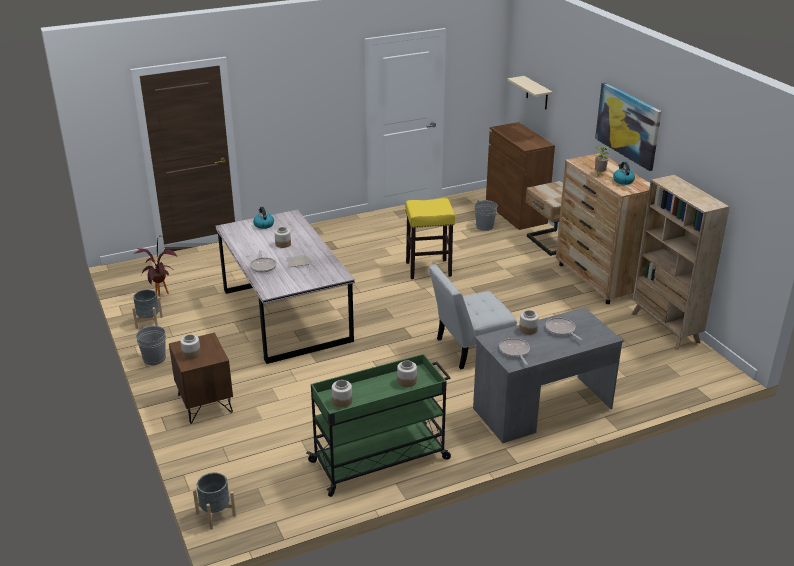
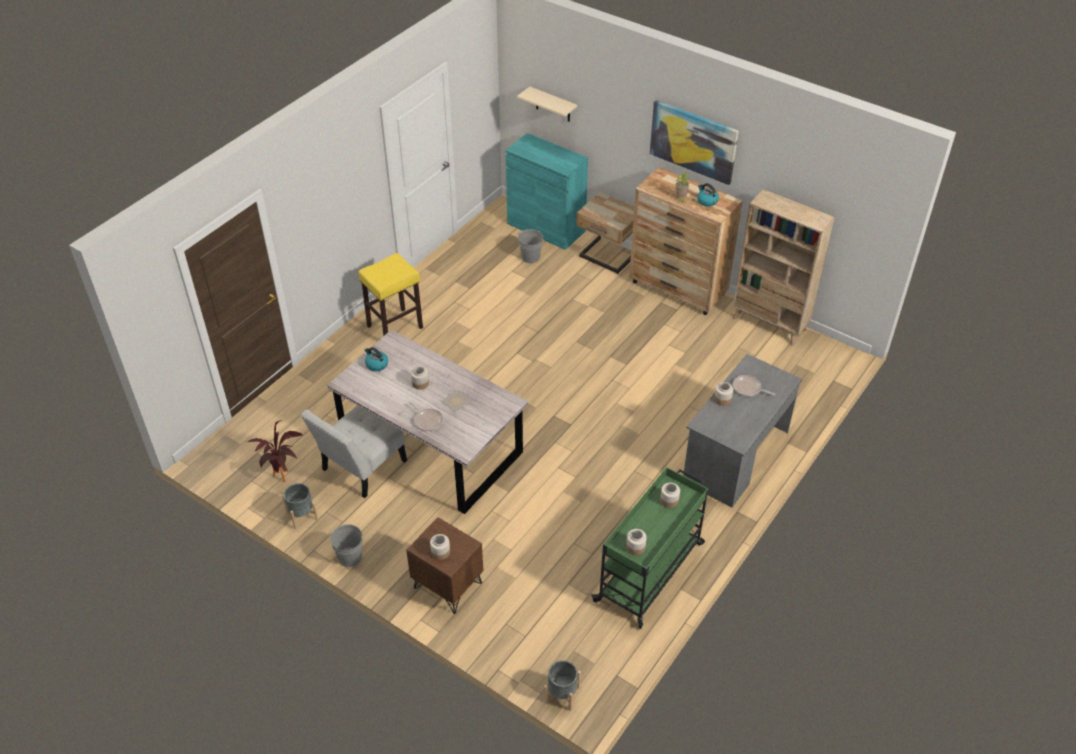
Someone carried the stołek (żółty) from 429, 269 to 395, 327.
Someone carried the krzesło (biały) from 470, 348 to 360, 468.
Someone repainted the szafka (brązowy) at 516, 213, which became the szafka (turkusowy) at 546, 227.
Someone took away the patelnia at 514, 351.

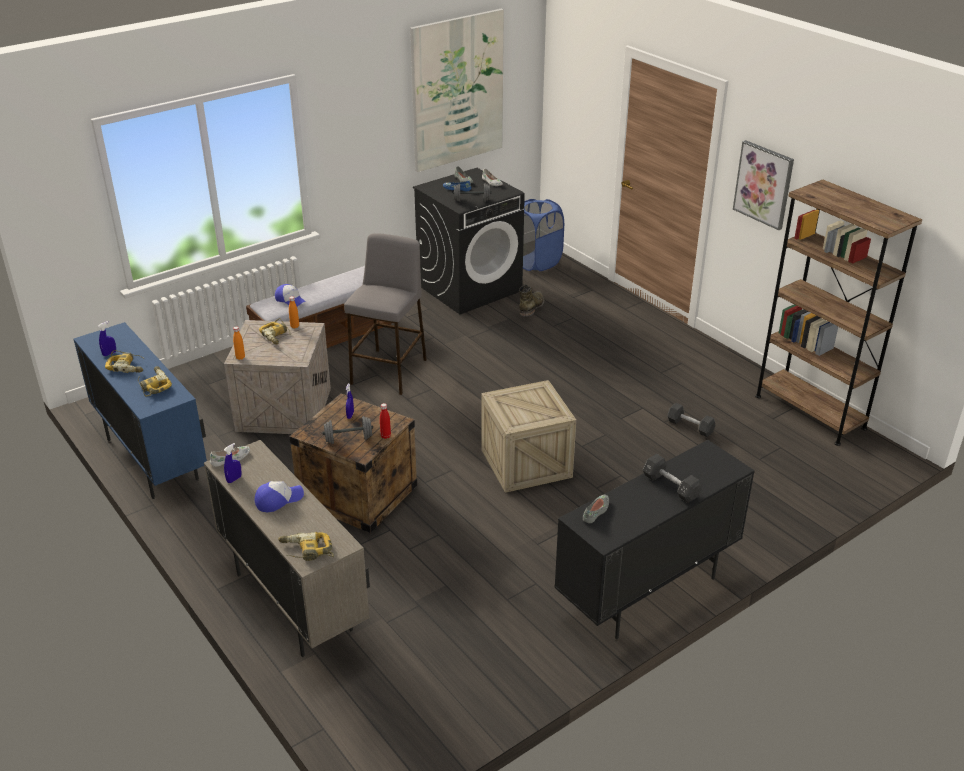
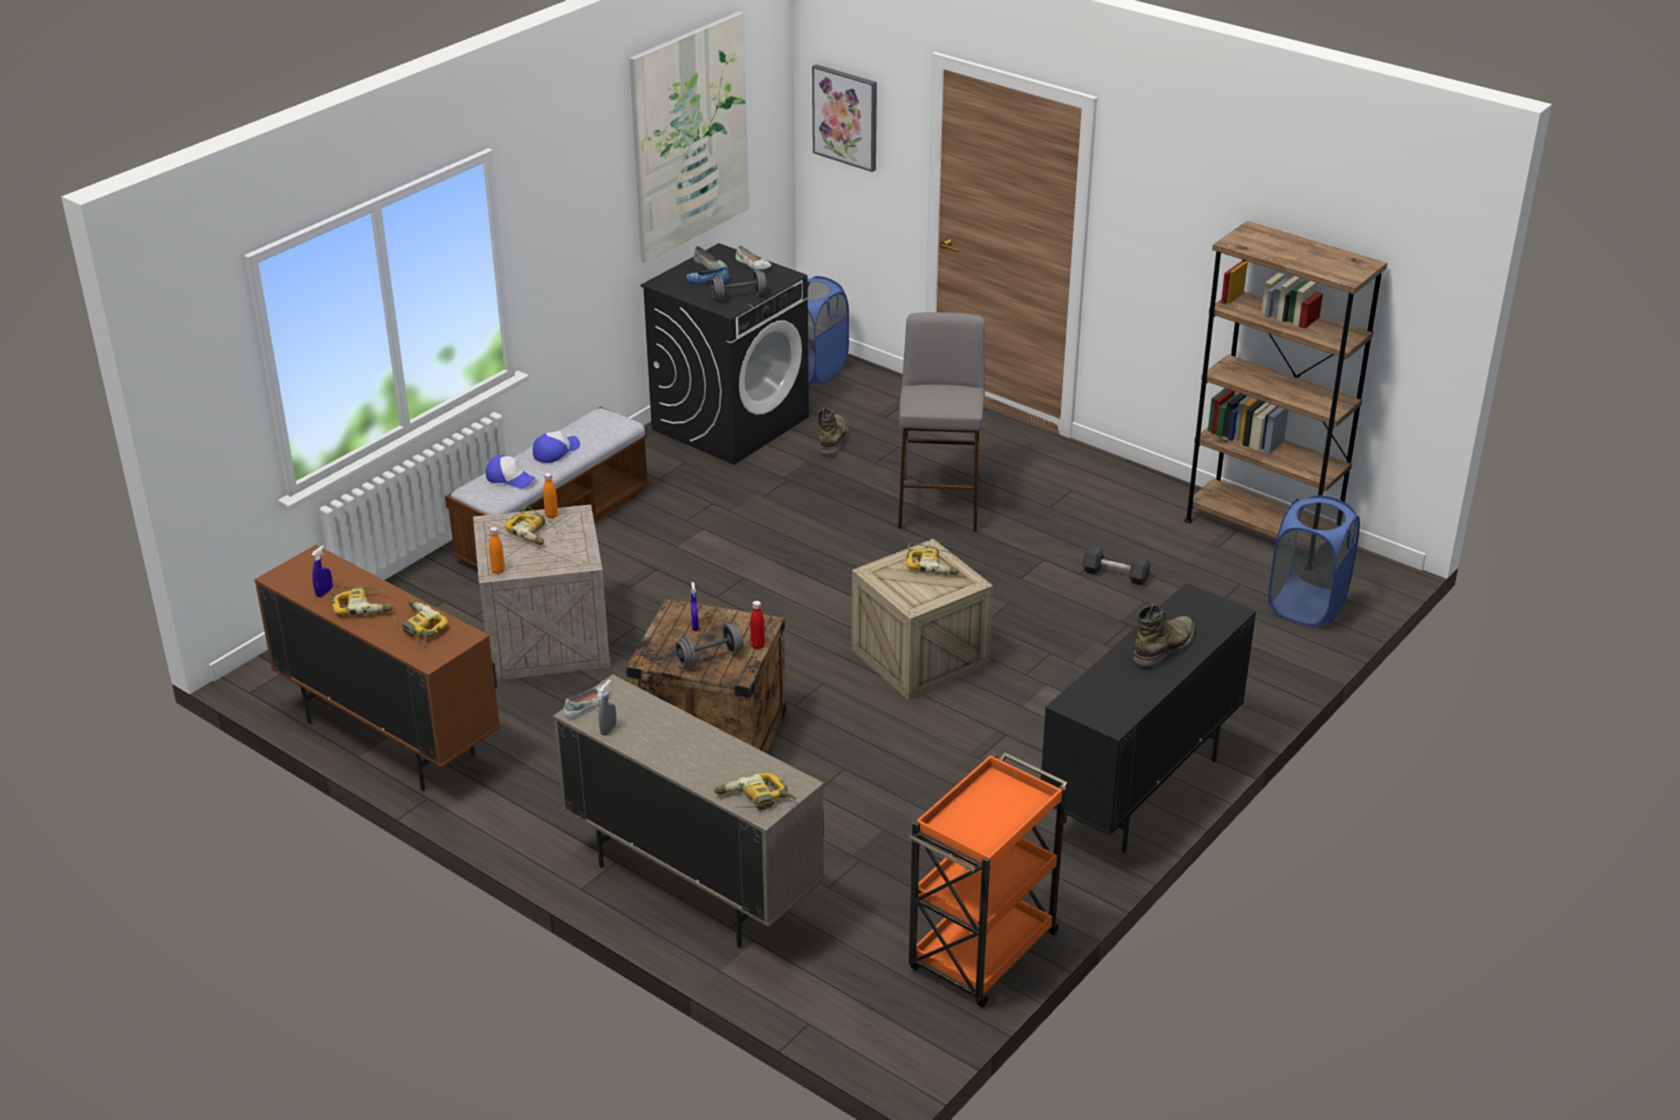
Someone repainted the szafka (niebieski) at 152, 459, which became the szafka (brązowy) at 389, 738.
Someone repainted the spryskiwacz (niebieski) at 234, 479, which became the spryskiwacz (szary) at 608, 729.
Someone carried the czapka z daszkiem from 278, 499 to 556, 451.
Someone carried the stołek (szary) from 389, 371 to 939, 504.
Someone took away the but (szary) at 596, 511.
Someone swapped the hantel (czarny) at 670, 486 for the but z cholewką (zielony) at 1164, 647.
Someone carried the obraz from 763, 184 to 846, 117.
Someone put down the wiertarka at 932, 565.
Someone put down the wózek (pomarańczowy) at 982, 953.
Someone put down the kosz na pranie (niebieski) at 1306, 605.

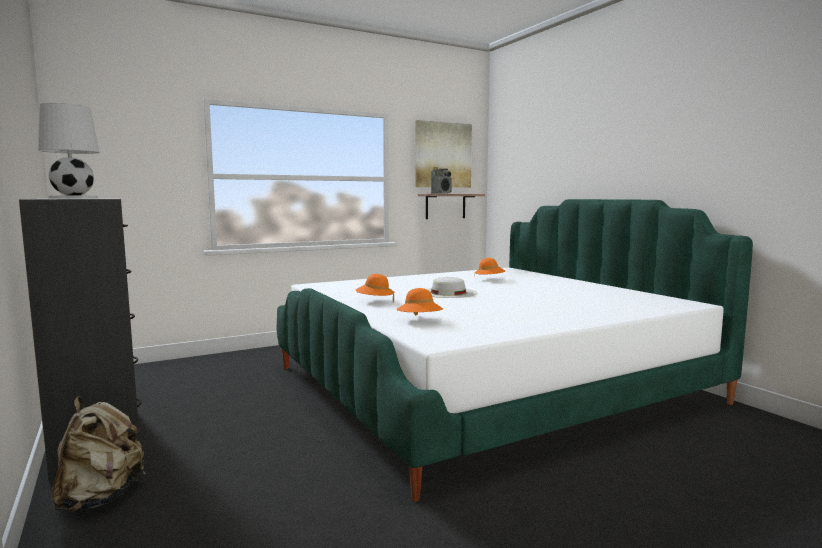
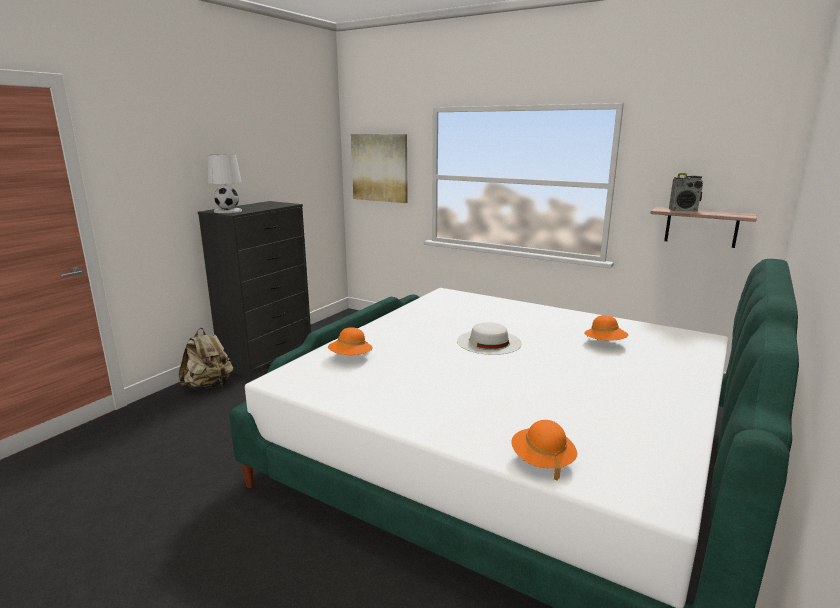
Someone carried the kapelusz (pomarańczowy) from 375, 301 to 542, 461.
Someone carried the obraz from 443, 155 to 380, 168.

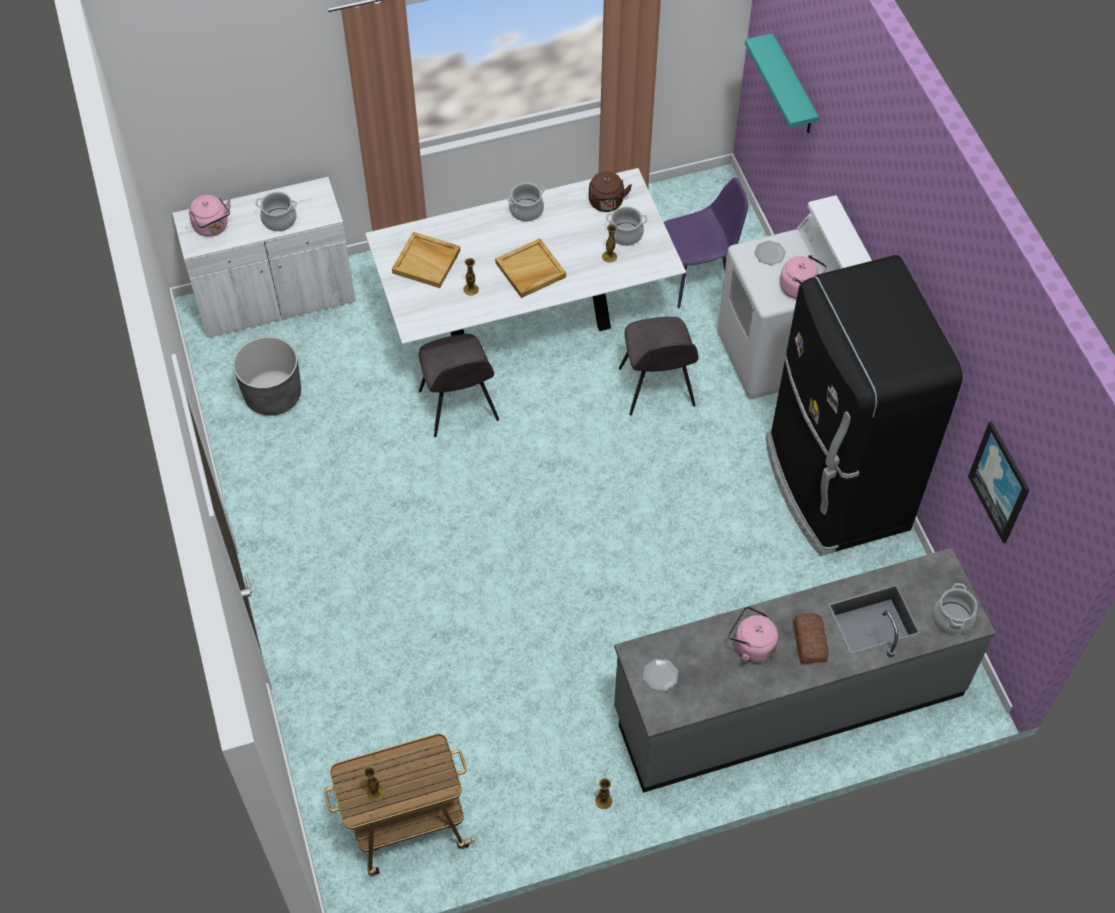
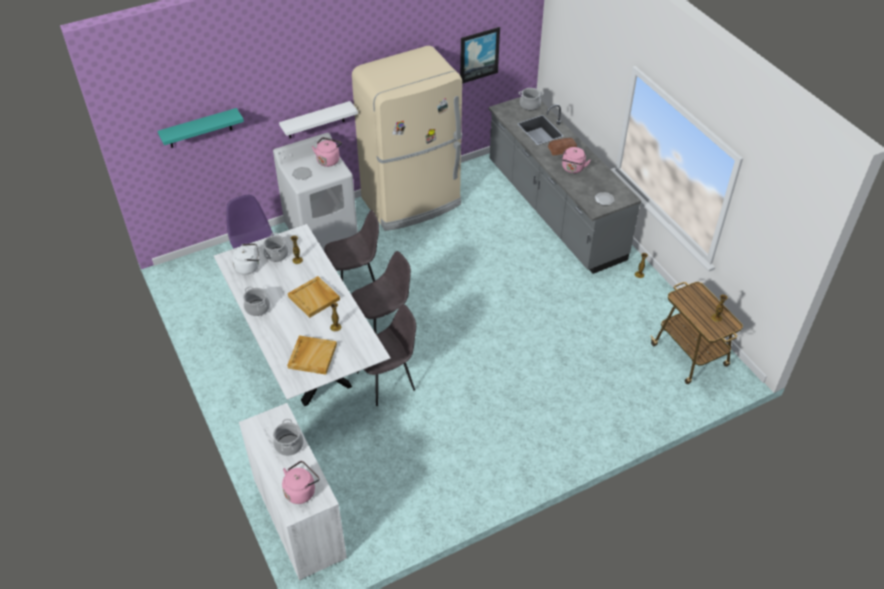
Someone took away the donica (szary) at 273, 395.
Someone repainted the czajnik (brązowy) at 606, 204, which became the czajnik (biały) at 248, 267.
Someone repainted the lodówka (czarny) at 834, 486, which became the lodówka (beżowy) at 412, 202.
Someone put down the krzesło (szary) at 383, 327.

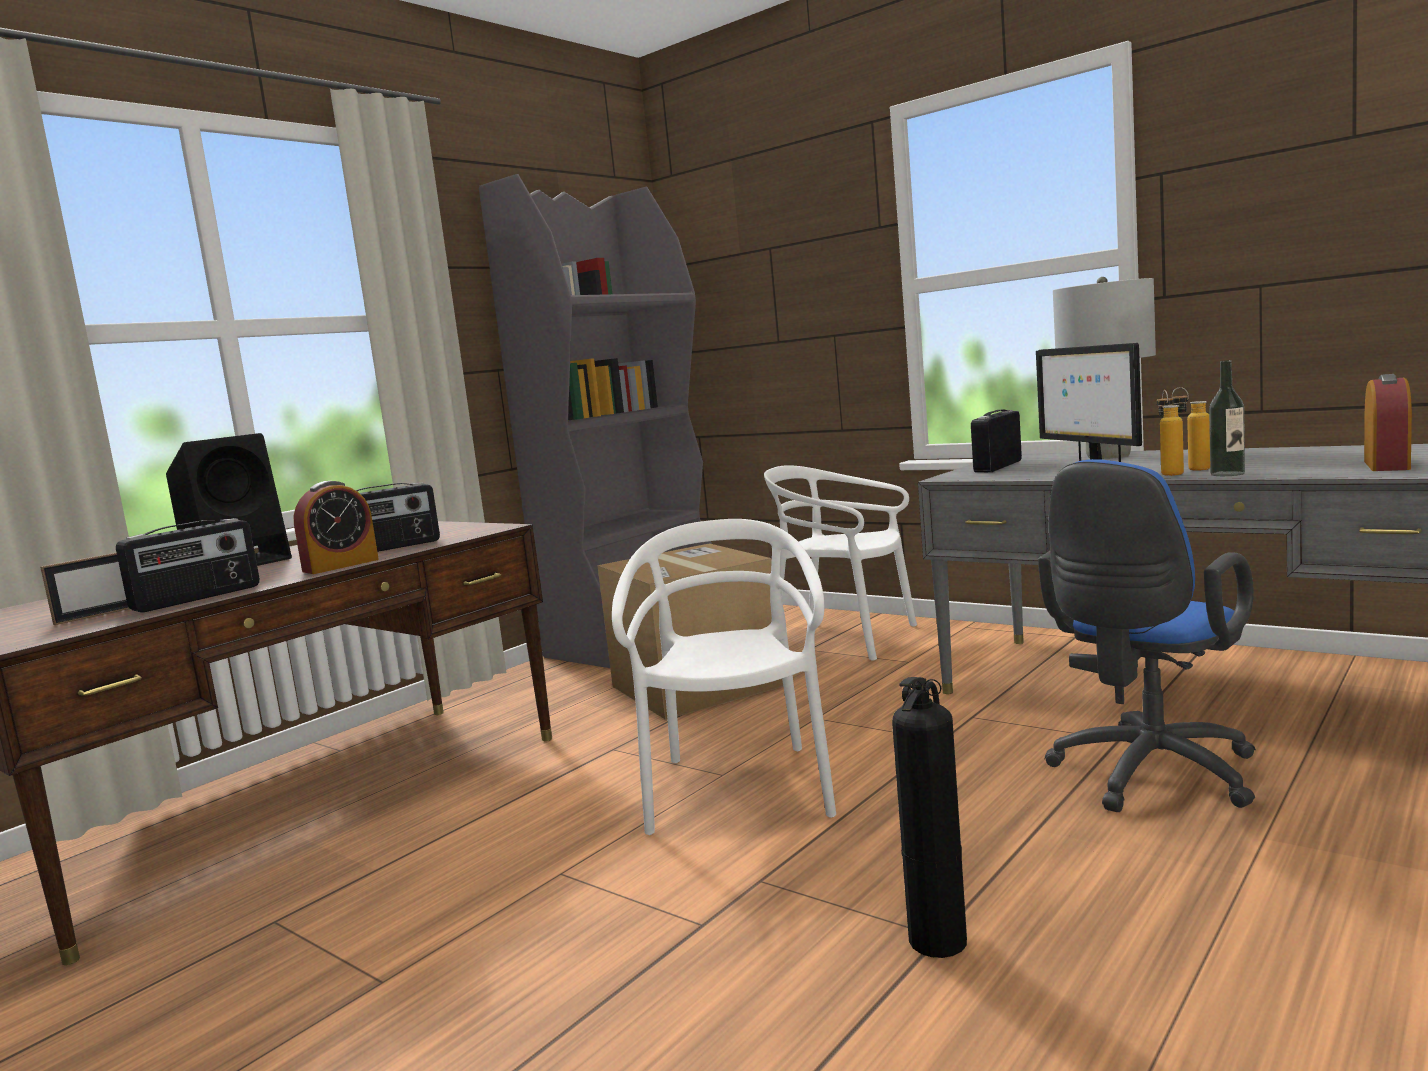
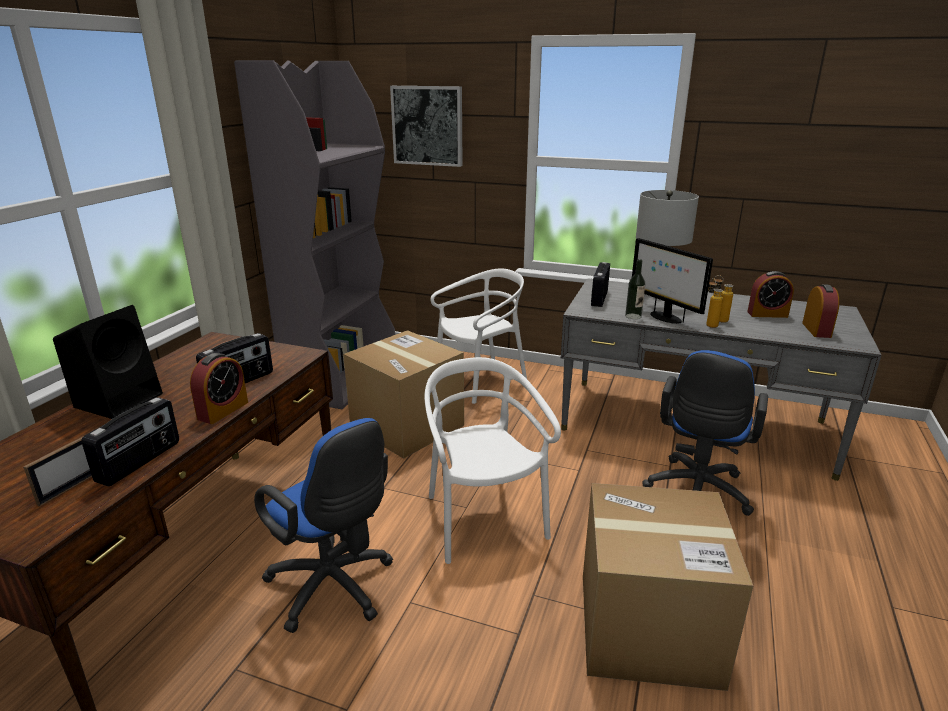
Someone rotated the krzesło (biały) at 844, 639 by 135 degrees clockwise.
Someone swapped the gaśnica at 939, 939 for the karton at 647, 628.
Someone carried the butelka from 1227, 474 to 633, 316.
Someone put down the krzesło biurowe (niebieski) at 335, 589.
Someone put up the obraz at 427, 126.
Someone put down the budzik at 767, 314.

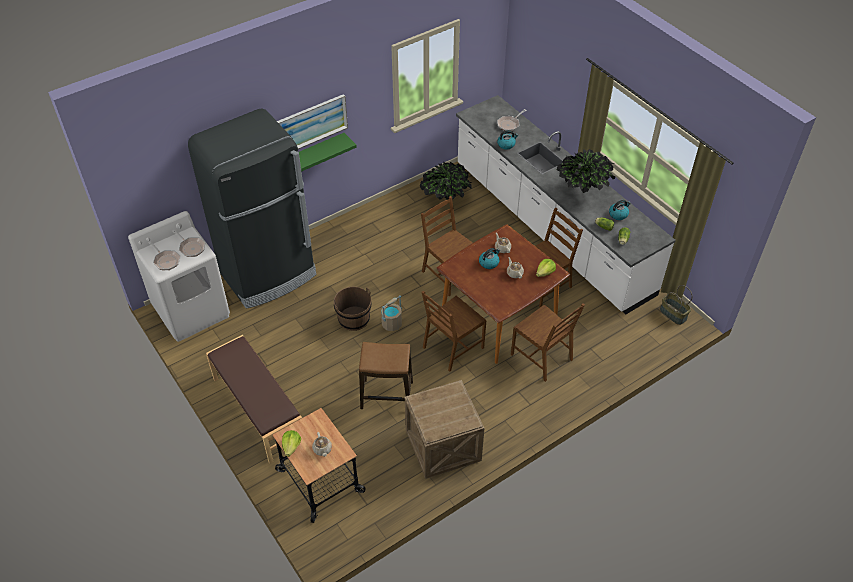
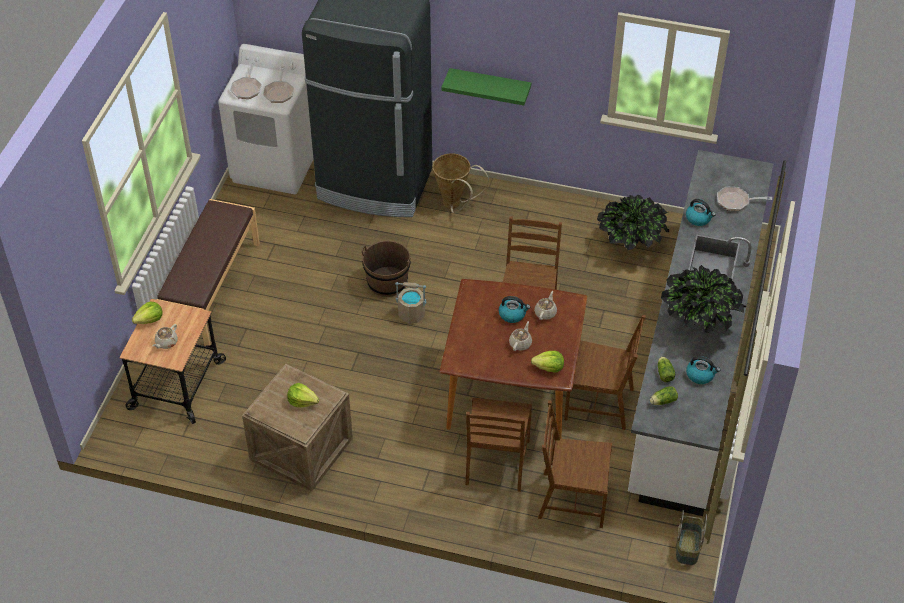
Someone took away the obraz at 312, 124.
Someone took away the stołek at 386, 395.
Someone carried the krzesło (brązowy) from 452, 347 to 572, 499.
Someone put down the sałata at 302, 401.
Someone put down the koszyk at 455, 205.

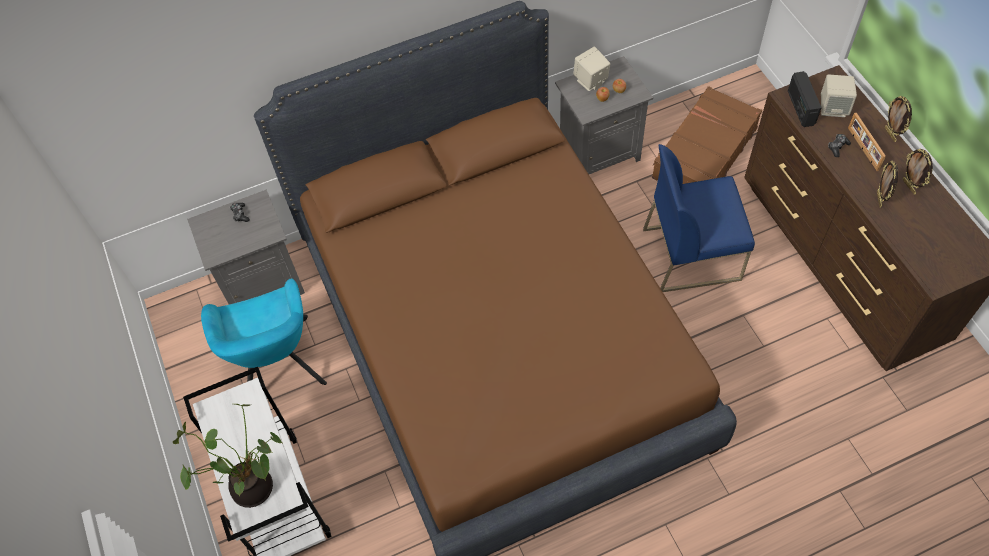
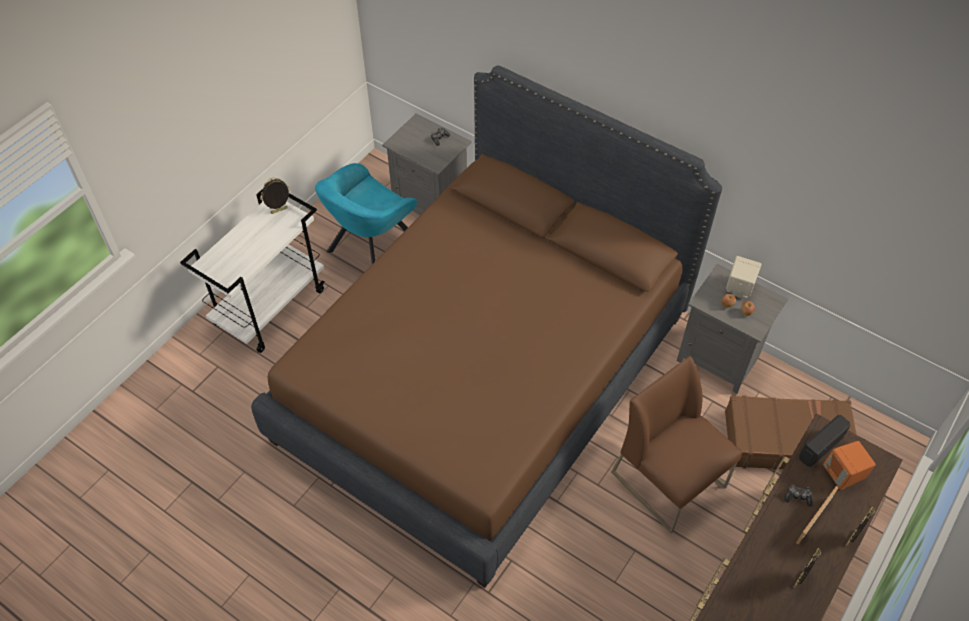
Someone took away the roślina doniczkowa at 252, 484.
Someone repainted the krzesło (niebieski) at 692, 253, which became the krzesło (brązowy) at 670, 479.
Someone repainted the głośnik (beżowy) at 833, 108, which became the głośnik (pomarańczowy) at 843, 475.
Someone carried the ramka na zdjęcie from 879, 199 to 279, 211.

